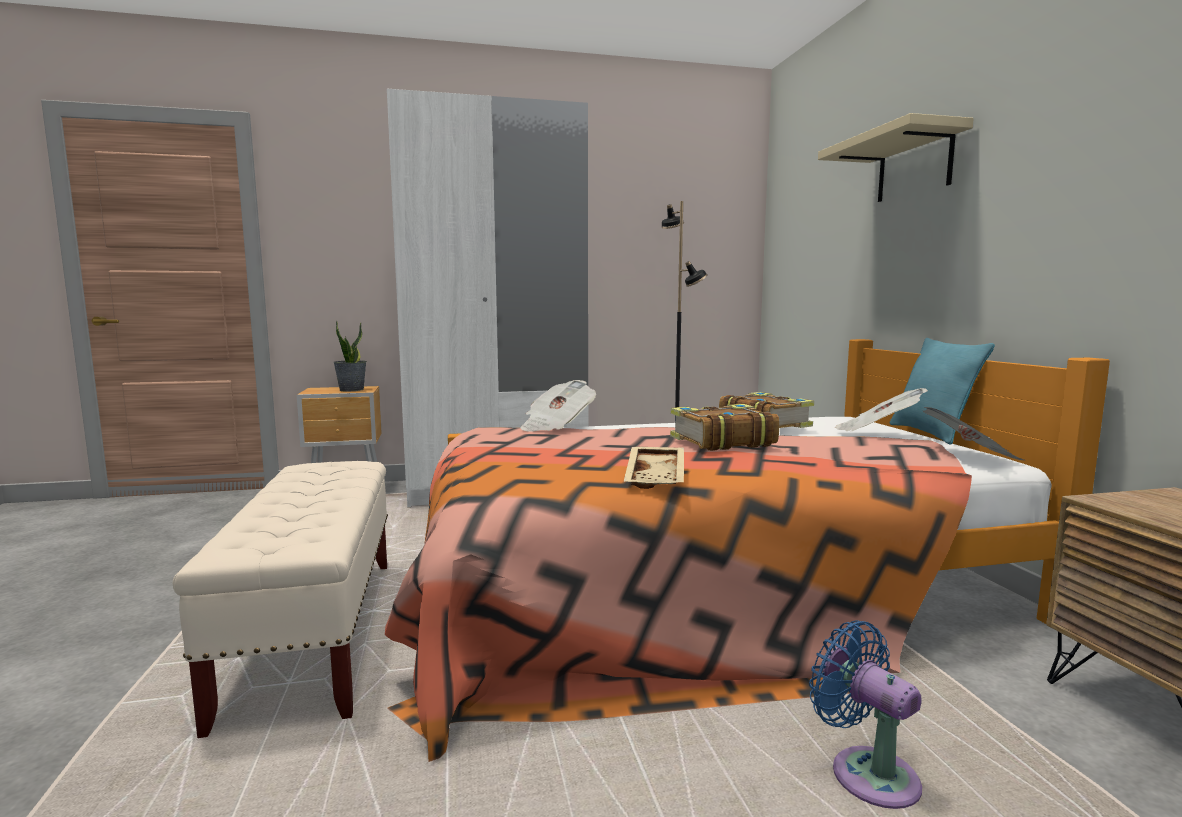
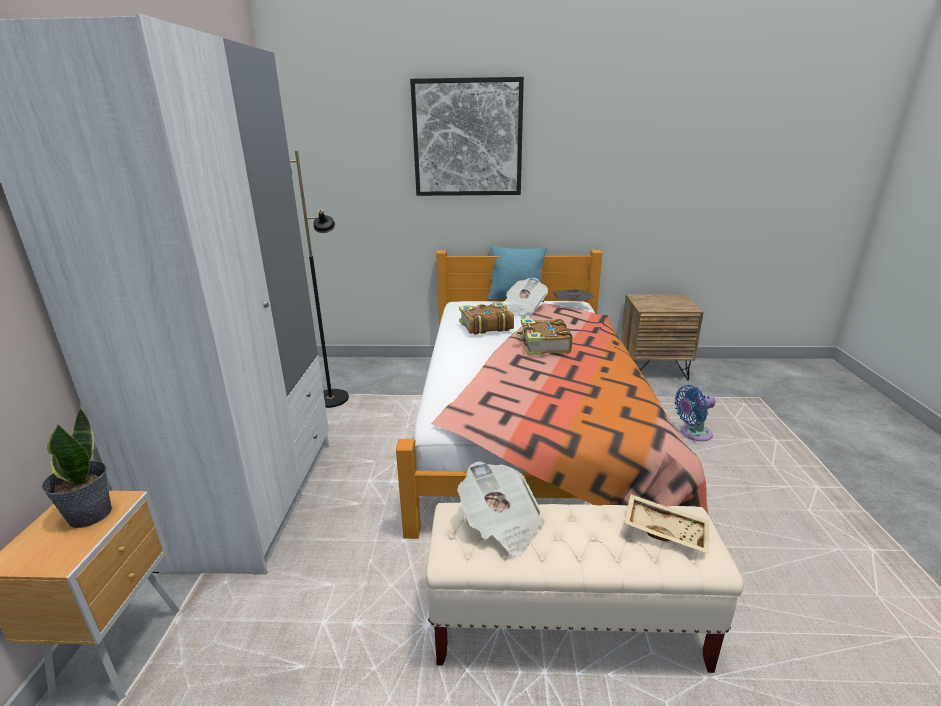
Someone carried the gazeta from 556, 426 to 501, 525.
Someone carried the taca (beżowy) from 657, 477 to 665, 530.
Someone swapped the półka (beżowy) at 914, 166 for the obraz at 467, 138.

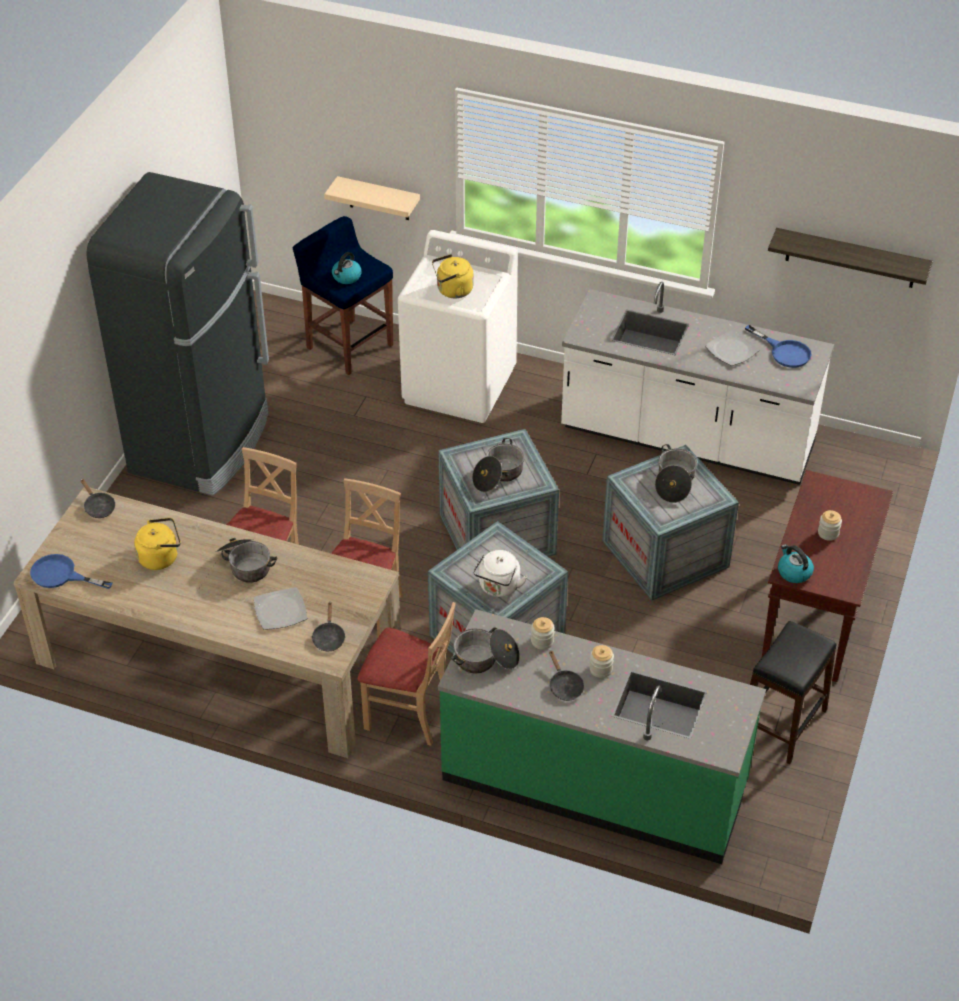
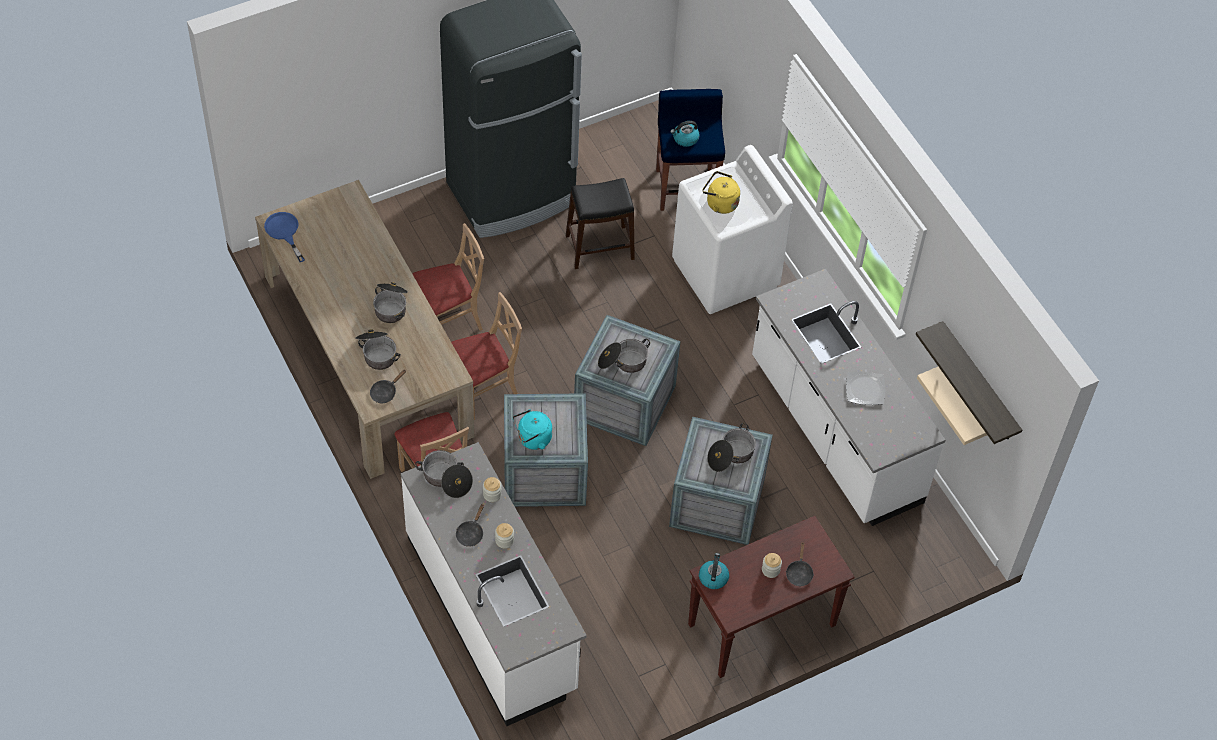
Someone carried the patelnia (czarny) from 98, 507 to 799, 573.
Someone took away the czajnik (żółty) at 161, 557.
Someone swapped the talerz at 280, 611 for the garnek at 377, 353.
Someone carried the półka (beżowy) from 378, 199 to 965, 405.
Someone repainted the zabudowa kuchenna (zielony) at 594, 782, which became the zabudowa kuchenna (biały) at 492, 613.
Someone repainted the czajnik (biały) at 498, 587, which became the czajnik (turkusowy) at 532, 439.
Someone took away the patelnia (niebieski) at 784, 352.
Someone carried the stołek (czarny) from 782, 723 to 600, 247.

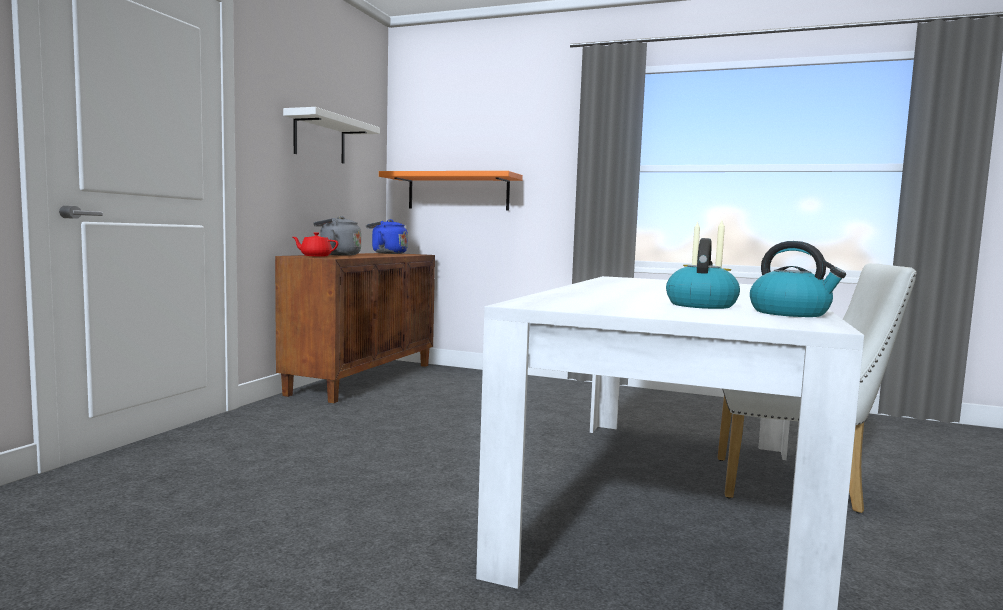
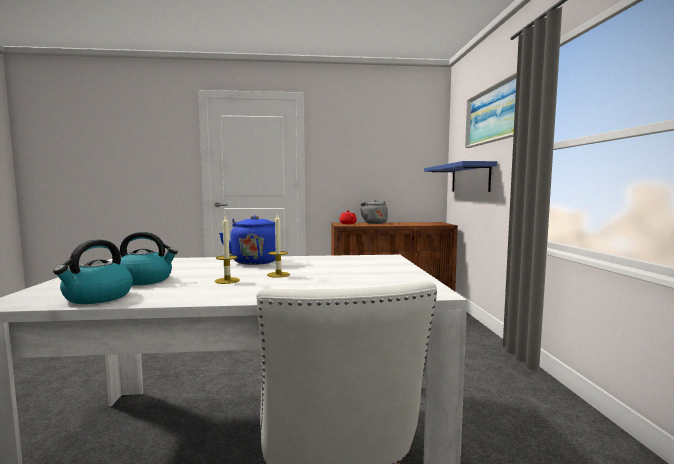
Someone took away the półka (biały) at 320, 139.
Someone carried the czajnik (niebieski) from 387, 253 to 255, 261.
Someone repainted the półka (pomarańczowy) at 458, 192, which became the półka (niebieski) at 470, 178.
Someone put up the obraz at 492, 115.

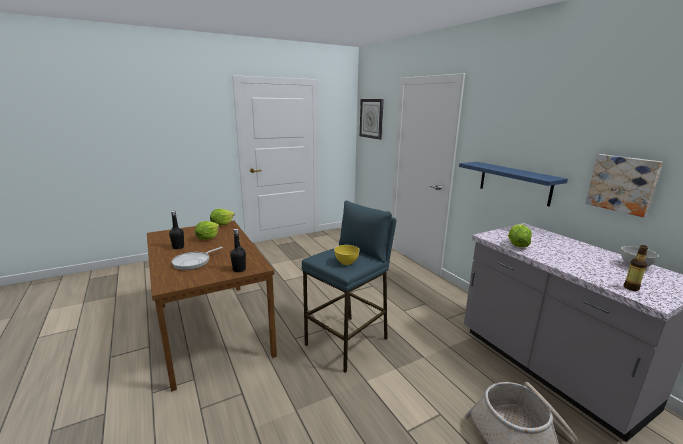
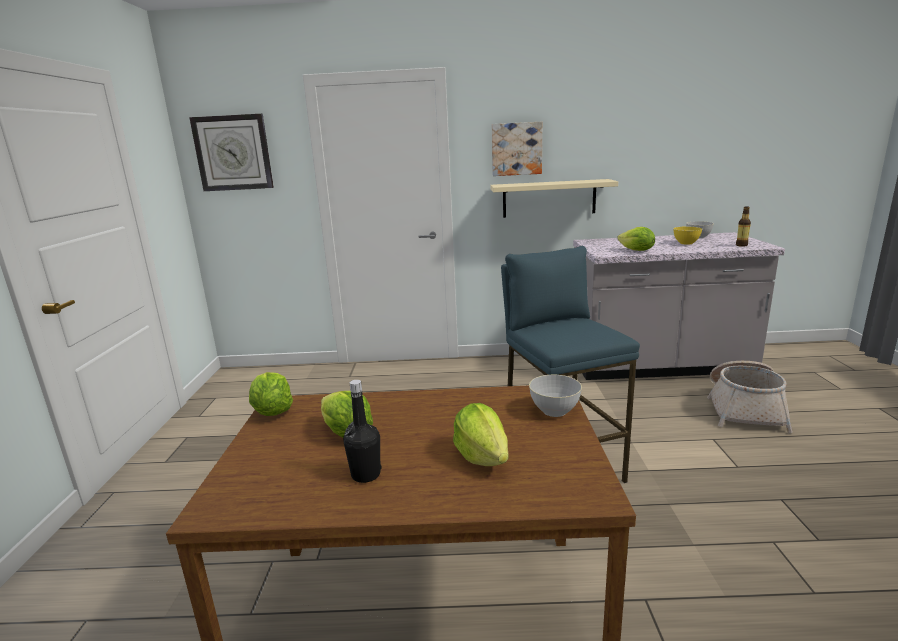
Someone swapped the patelnia at 194, 262 for the sałata at 482, 456.
Someone swapped the butelka (czarny) at 239, 270 for the miska (szary) at 554, 411.
Someone carried the miska (żółty) from 346, 262 to 686, 243.
Someone repainted the półka (niebieski) at 514, 183, which became the półka (beżowy) at 549, 198.
Someone carried the obraz from 622, 184 to 516, 149.

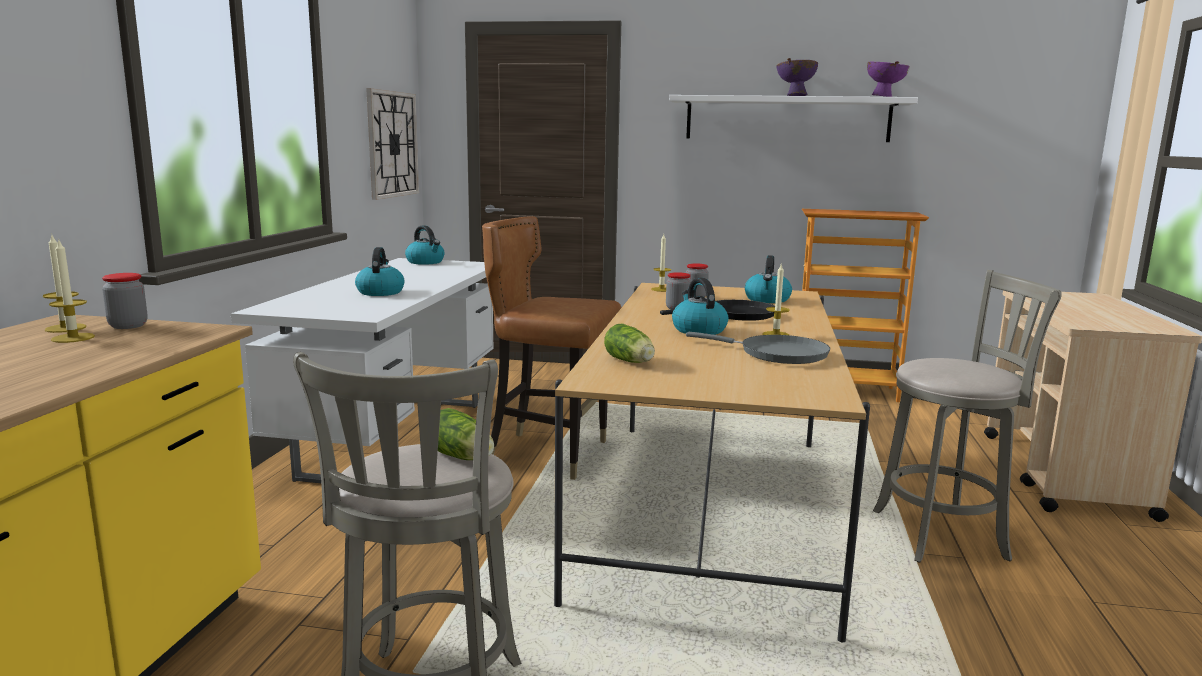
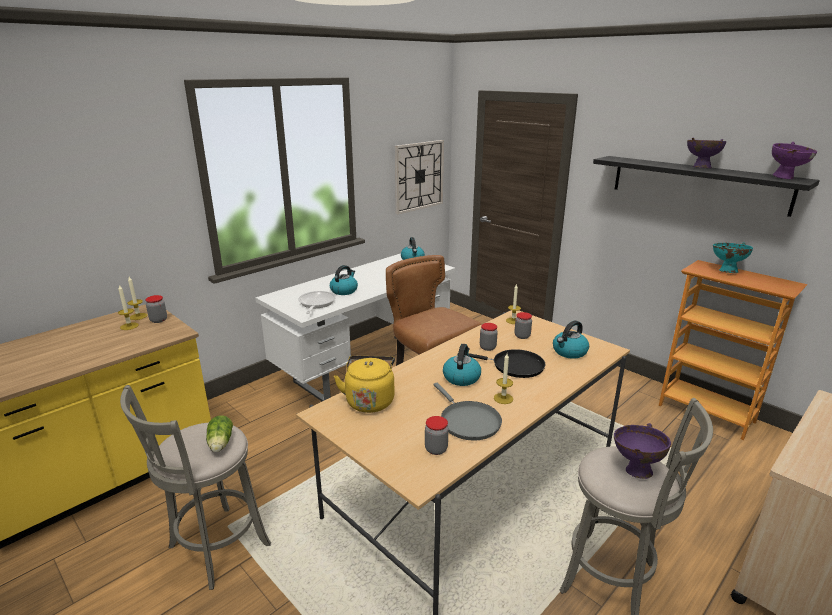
Someone swapped the sałata at 630, 362 for the czajnik (żółty) at 370, 400.
Someone repainted the półka (biały) at 787, 119, which became the półka (czarny) at 697, 184.
Someone put down the patelnia at 316, 304.
Someone put down the słoik at 436, 449.
Someone put down the miska (fioletowy) at 635, 471.
Someone put down the miska (turkusowy) at 726, 271.

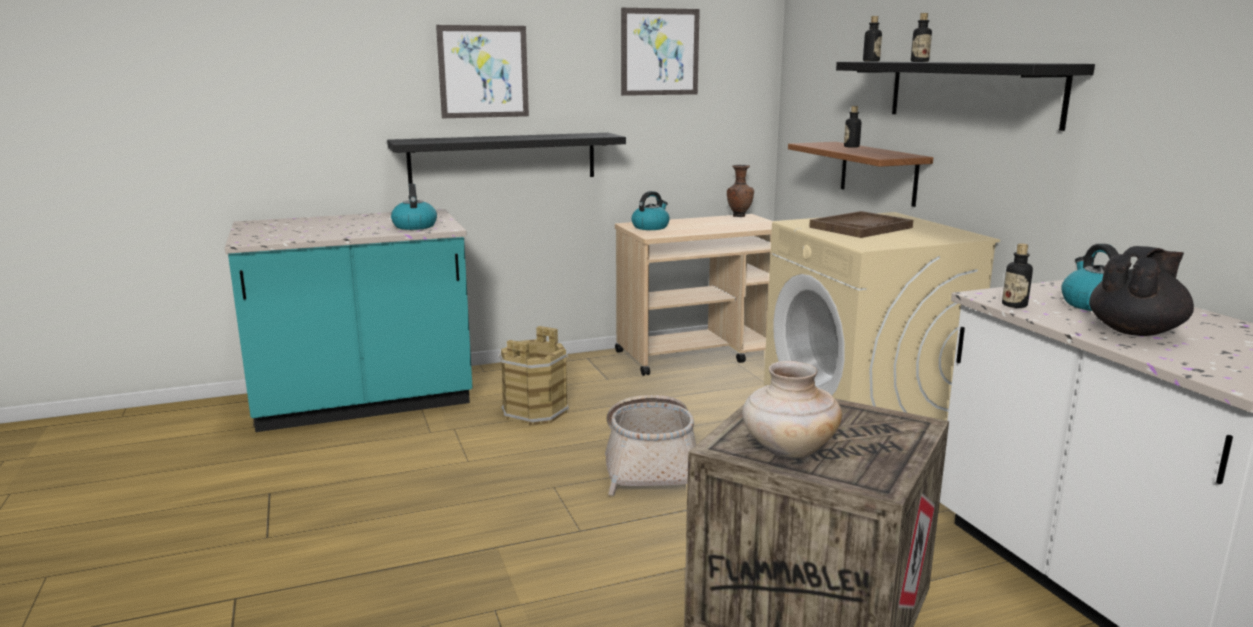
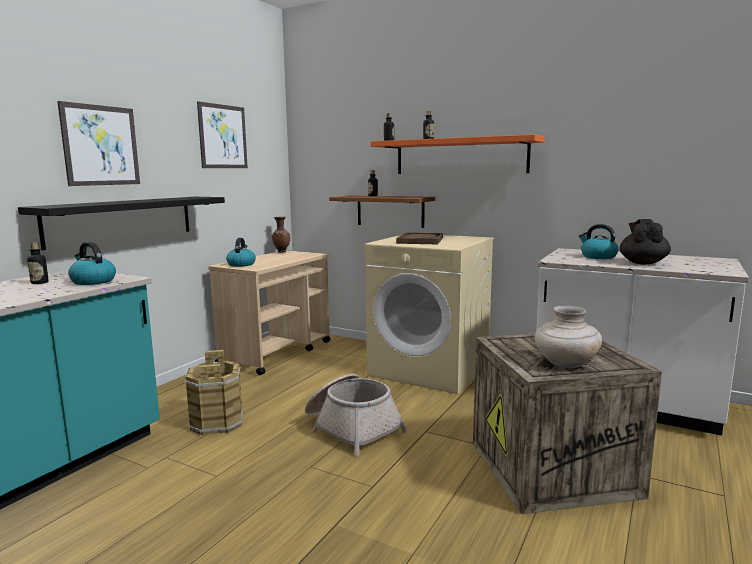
Someone repainted the półka (czarny) at 971, 92, which became the półka (pomarańczowy) at 460, 156.
Someone carried the butelka from 1014, 305 to 39, 283.

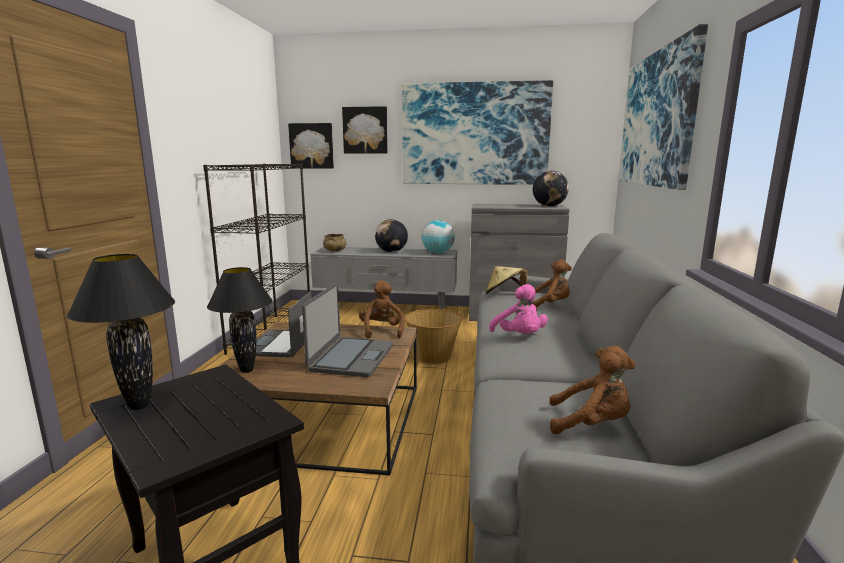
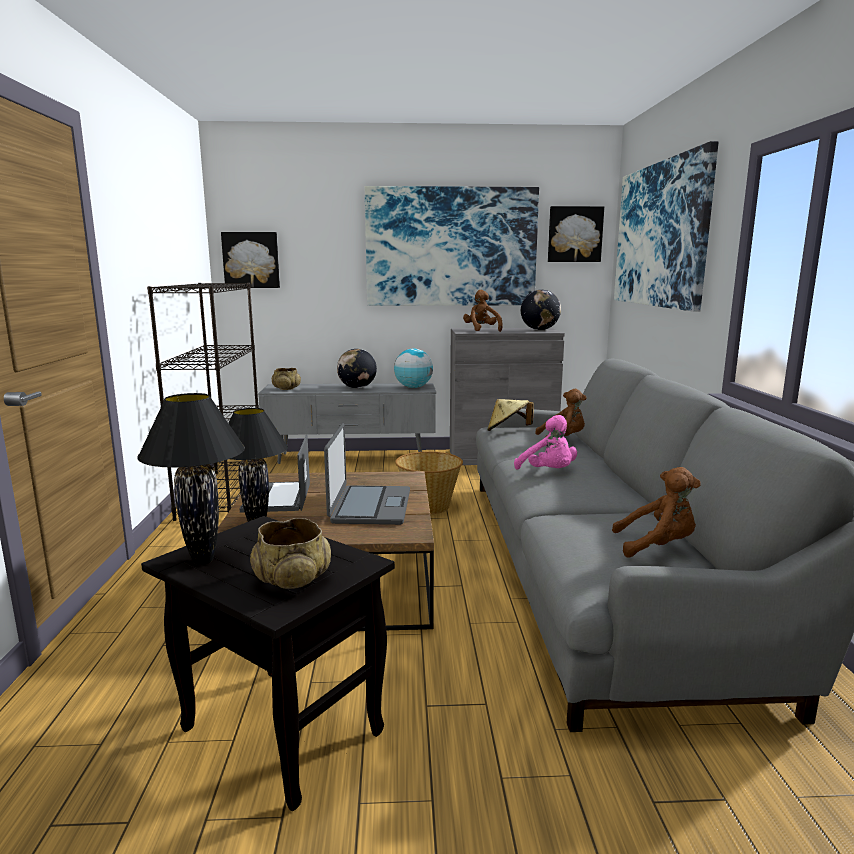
Someone carried the obraz from 365, 130 to 574, 234.
Someone carried the pluszak (brązowy) from 381, 331 to 481, 330.
Someone put down the miska (beżowy) at 292, 580.

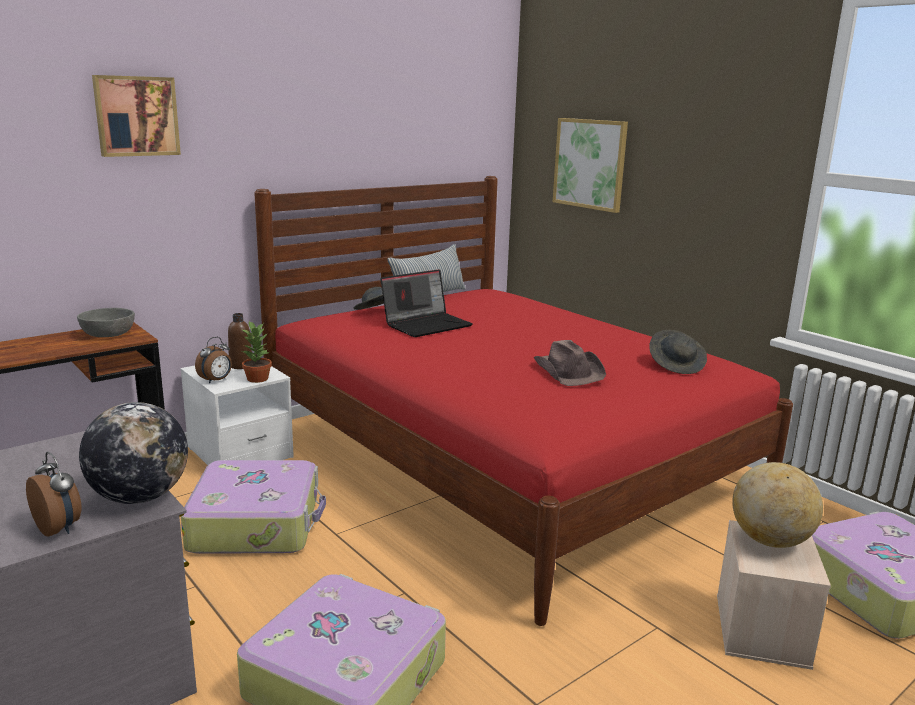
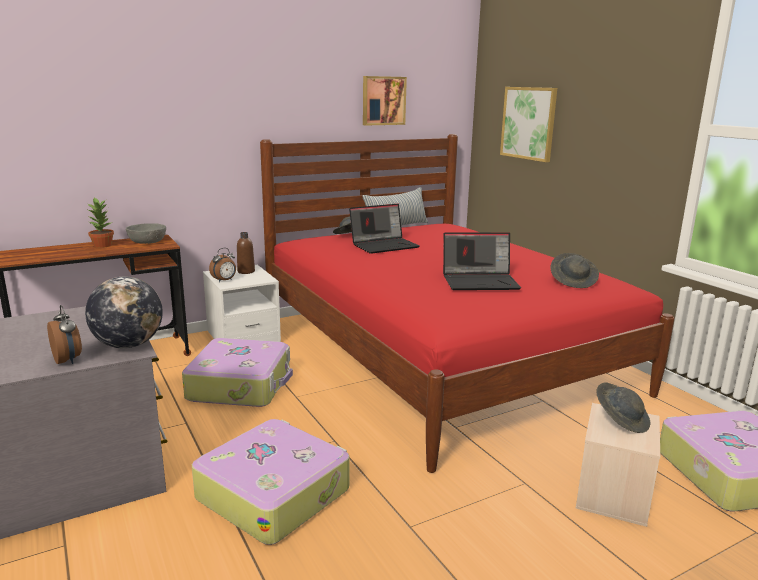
Someone carried the obraz from 136, 116 to 383, 100.
Someone carried the roślina doniczkowa from 258, 378 to 103, 245.
Someone swapped the kapelusz (brązowy) at 569, 371 for the laptop at 480, 281.
Someone swapped the globus at 770, 541 for the kapelusz (szary) at 621, 420.

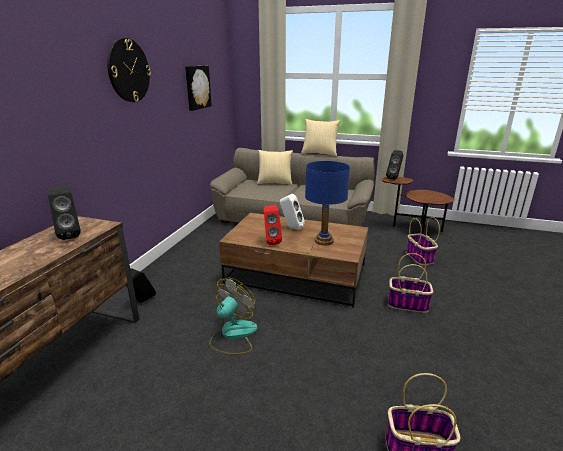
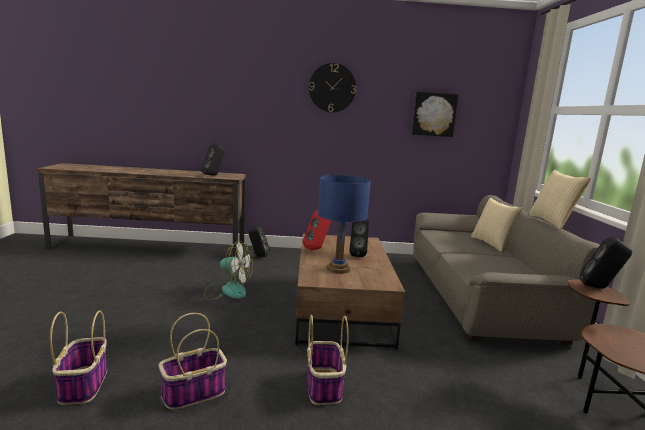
Someone repainted the głośnik (biały) at 291, 228, which became the głośnik (czarny) at 357, 254.
Someone carried the koszyk from 420, 257 to 193, 393.

